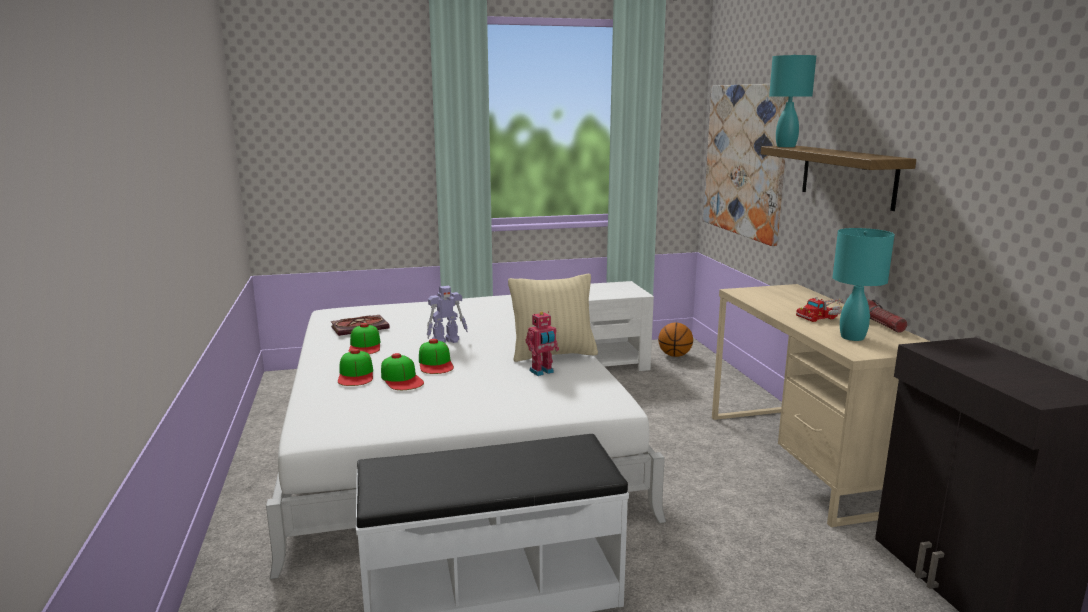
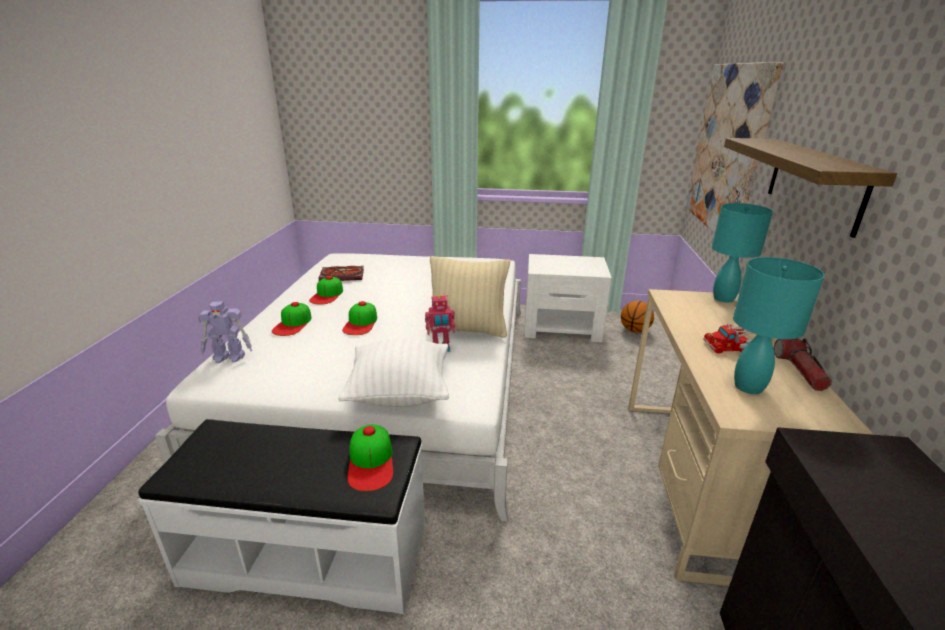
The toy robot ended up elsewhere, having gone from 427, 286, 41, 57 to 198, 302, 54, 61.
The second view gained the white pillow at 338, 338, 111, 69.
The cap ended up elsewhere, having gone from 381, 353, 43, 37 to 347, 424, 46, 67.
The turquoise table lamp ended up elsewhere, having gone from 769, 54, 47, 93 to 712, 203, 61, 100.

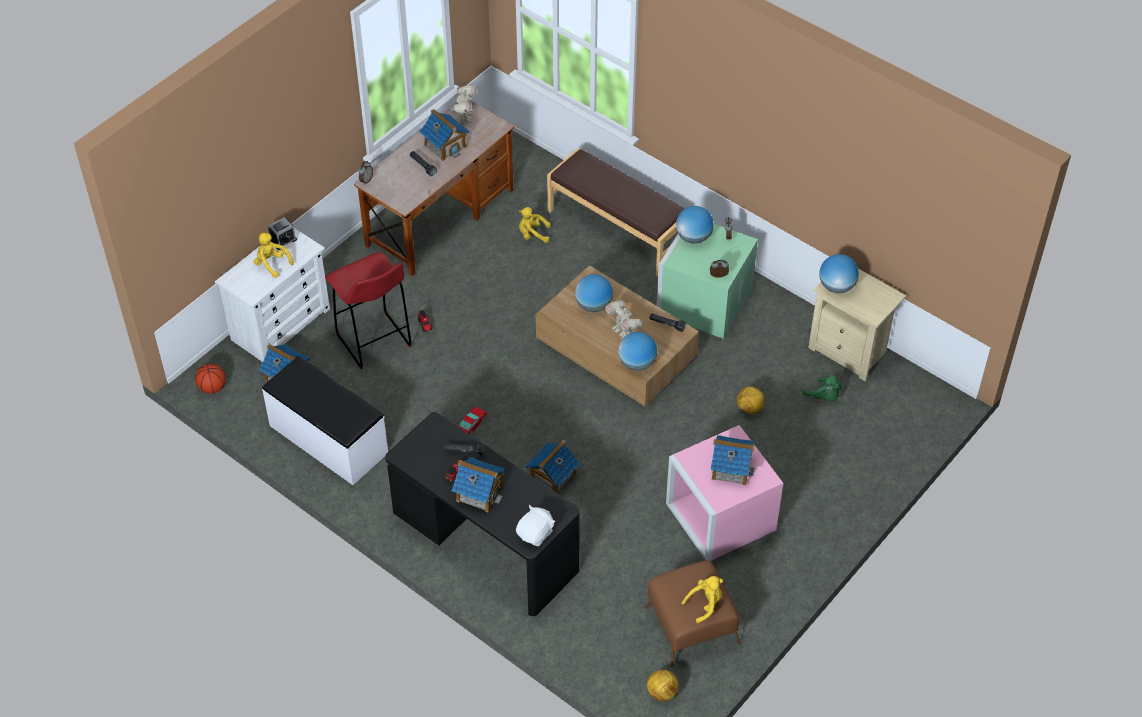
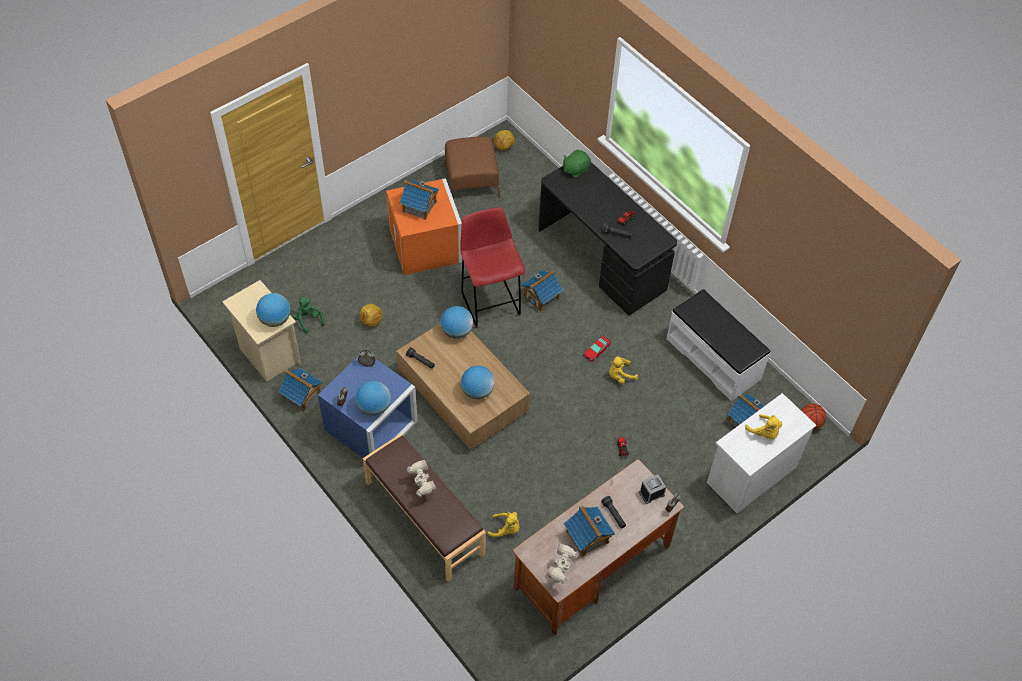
The toy house ended up elsewhere, having gone from 452, 457, 53, 55 to 278, 368, 45, 44.
What was the green storage box at 656, 224, 102, 115 turned into the blue storage box at 318, 356, 100, 102.
What was the pink storage box at 666, 425, 117, 136 turned into the orange storage box at 386, 178, 76, 97.
The toy robot ended up elsewhere, having gone from 605, 300, 37, 39 to 407, 460, 29, 36.
The red stool ended up elsewhere, having gone from 325, 252, 87, 117 to 460, 207, 65, 121.
What was the white plush toy at 516, 505, 39, 41 turned into the green plush toy at 563, 150, 28, 28.
The yellow plush toy ended up elsewhere, having gone from 682, 576, 41, 47 to 609, 356, 29, 28.
The alarm clock ended up elsewhere, having gone from 269, 217, 28, 33 to 639, 474, 27, 30.

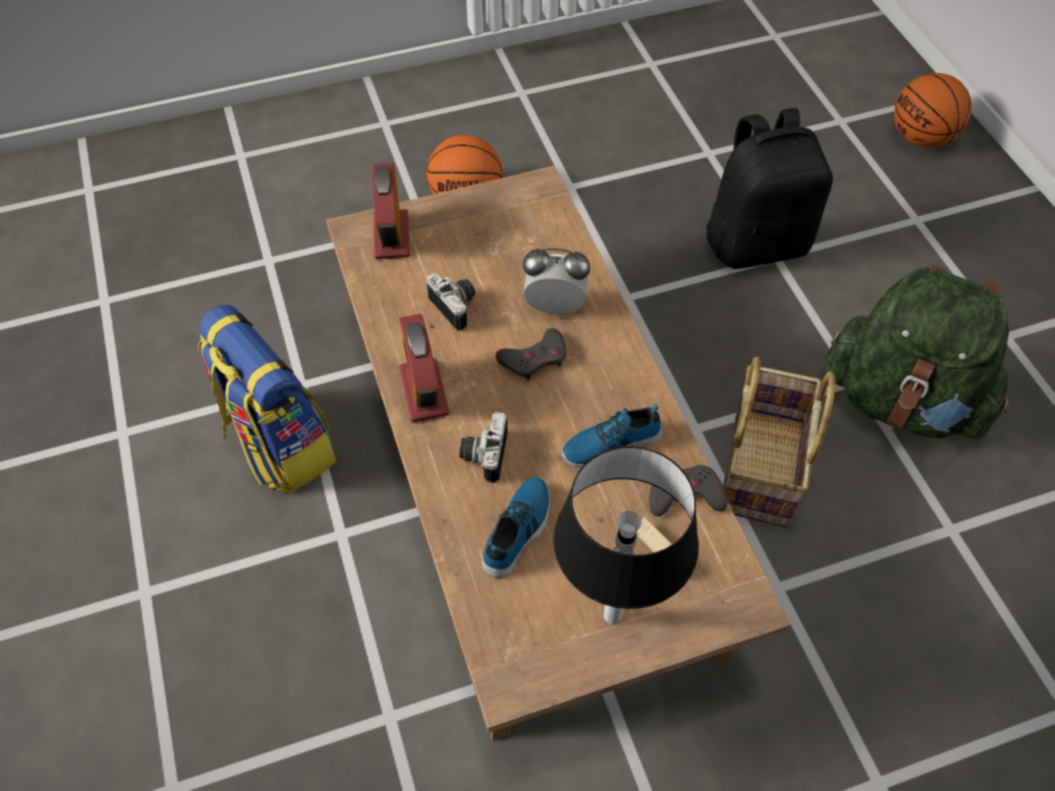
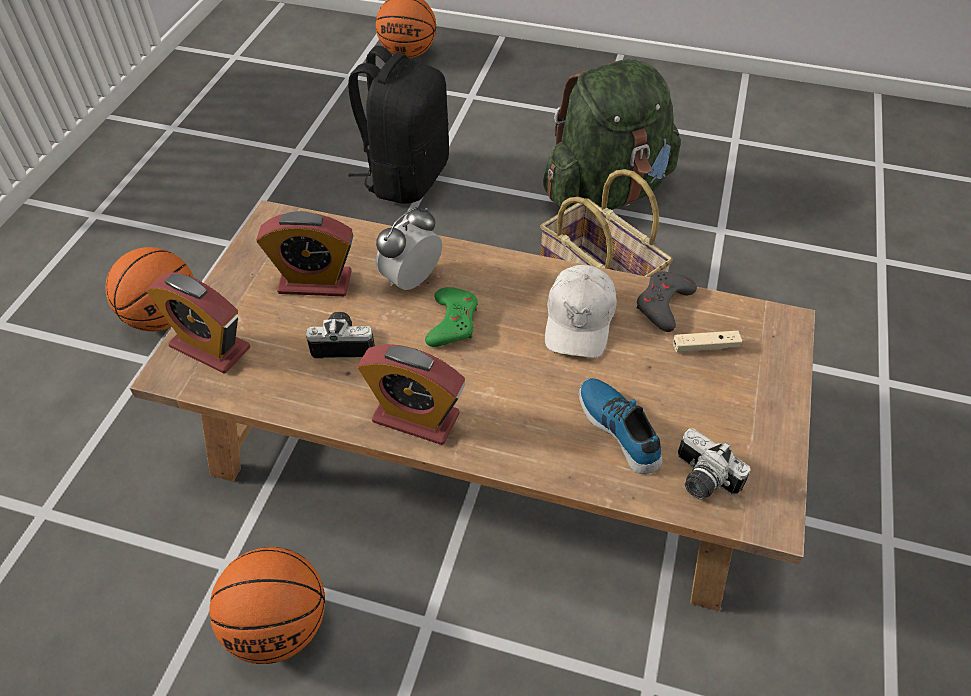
Where the backpack stood at 198, 305, 139, 190, the basketball came to stand at 209, 547, 116, 117.
The second view gained the alarm clock at 256, 211, 97, 86.
What was the grey game controller at 496, 328, 70, 52 turned into the green game controller at 425, 287, 53, 60.
Where the shoe stood at 561, 404, 101, 64, the white cap came to stand at 545, 265, 72, 93.
The photo camera ended up elsewhere, having gone from 459, 412, 49, 71 to 678, 428, 72, 71.
The second view lost the table lamp at 553, 446, 146, 179.

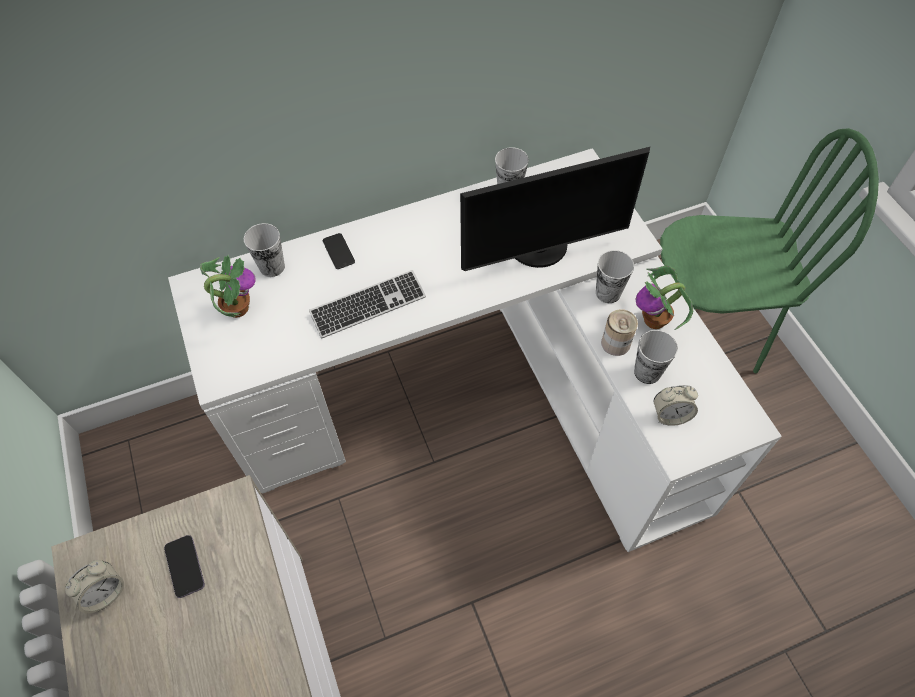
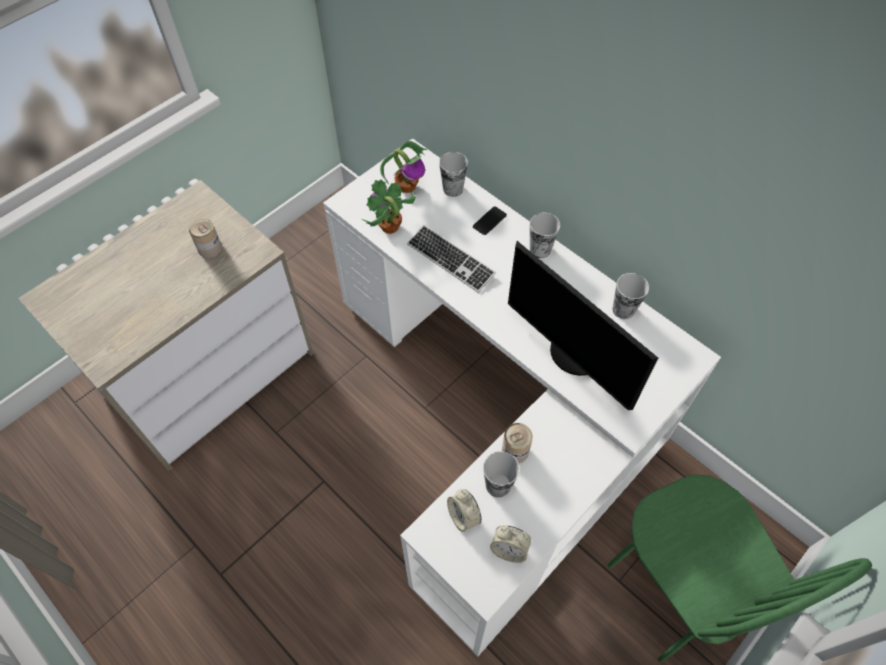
Where the phone stood at 164, 535, 41, 63, the can came to stand at 189, 219, 33, 39.
The potted plant ended up elsewhere, having gone from 636, 266, 57, 64 to 362, 179, 54, 55.
The alarm clock ended up elsewhere, having gone from 65, 560, 59, 53 to 490, 525, 41, 38.
The cup ended up elsewhere, having gone from 596, 250, 38, 53 to 530, 212, 30, 46.

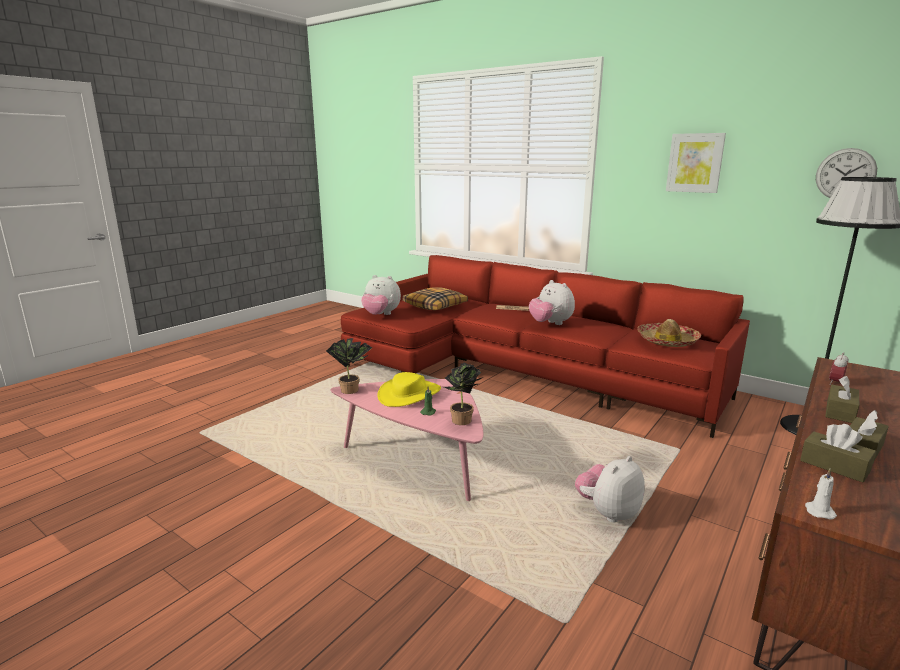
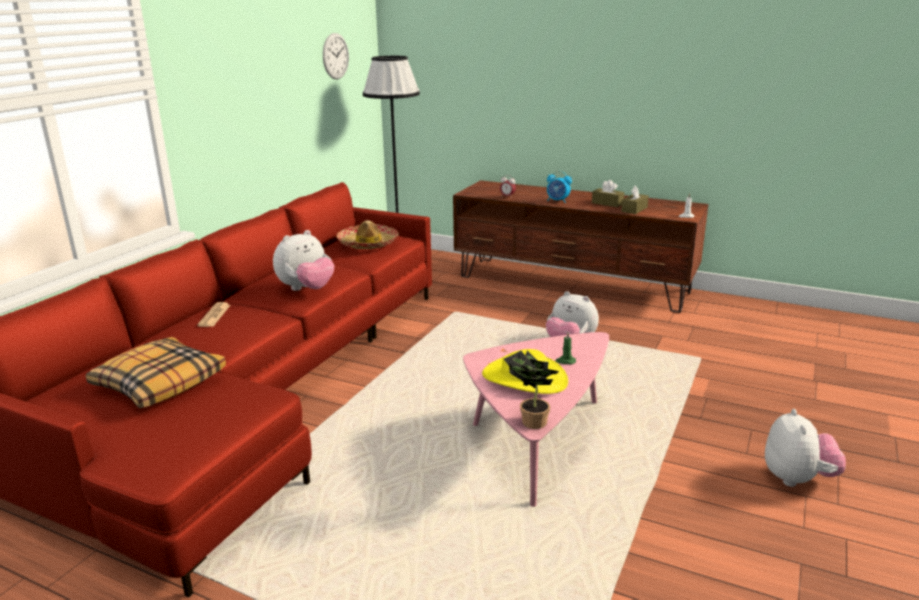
Where the brown tissue box stood at 825, 376, 34, 47, the alarm clock came to stand at 547, 171, 25, 32.
The plush toy ended up elsewhere, having gone from 361, 275, 40, 40 to 765, 409, 81, 78.
The second view lost the potted plant at 444, 362, 39, 63.
The second view lost the picture at 666, 133, 60, 60.

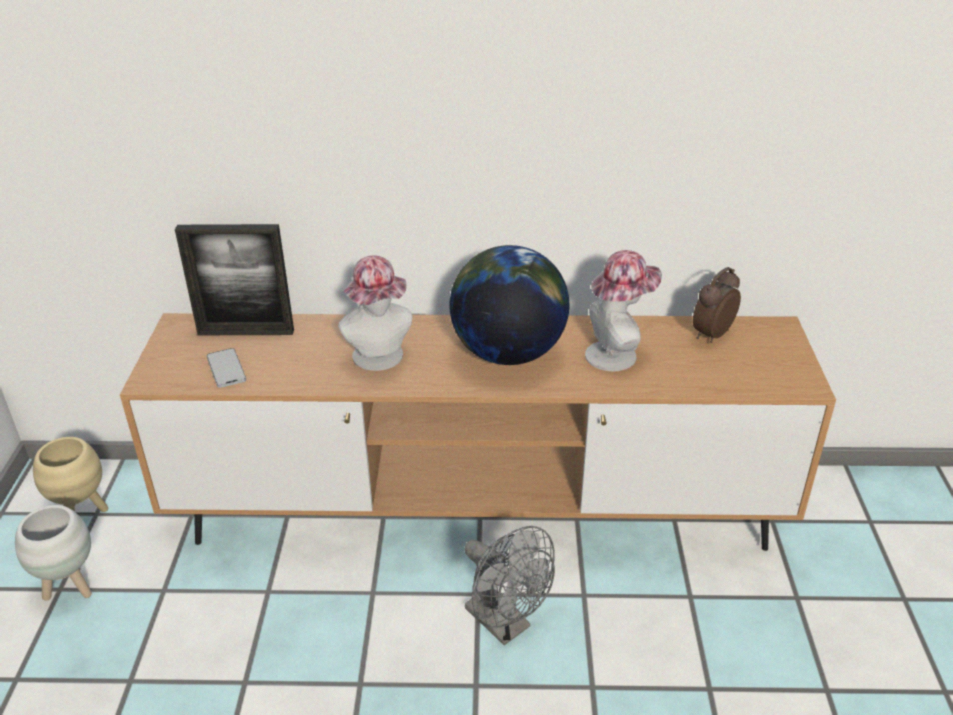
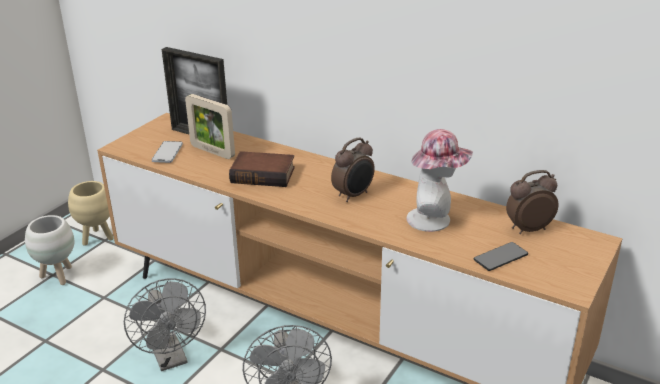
The second view gained the grey fan at 124, 279, 82, 92.
The second view gained the picture frame at 185, 94, 50, 65.
Where the hat stood at 338, 255, 75, 116, the book came to stand at 229, 151, 66, 36.
Where the globe stood at 450, 245, 119, 120, the alarm clock came to stand at 331, 138, 44, 64.
The second view gained the phone at 474, 242, 54, 29.

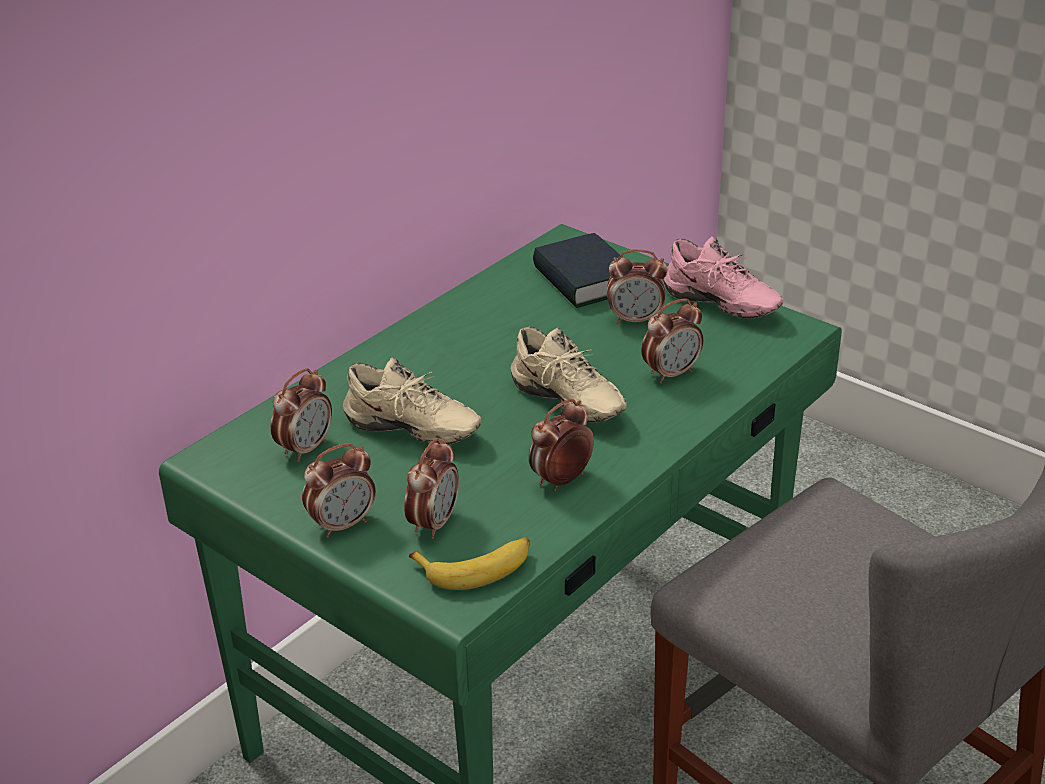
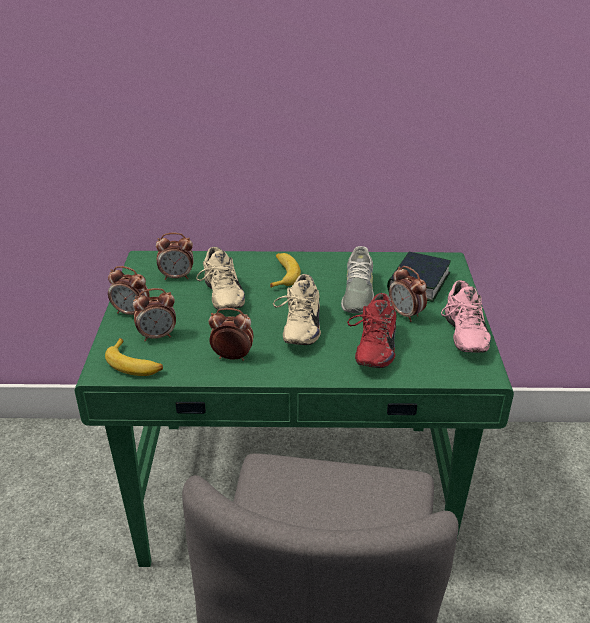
The second view gained the banana at 270, 253, 31, 35.
The second view gained the grey shoe at 341, 246, 33, 67.
Where the alarm clock stood at 641, 299, 62, 84, the red shoe came to stand at 347, 293, 50, 75.

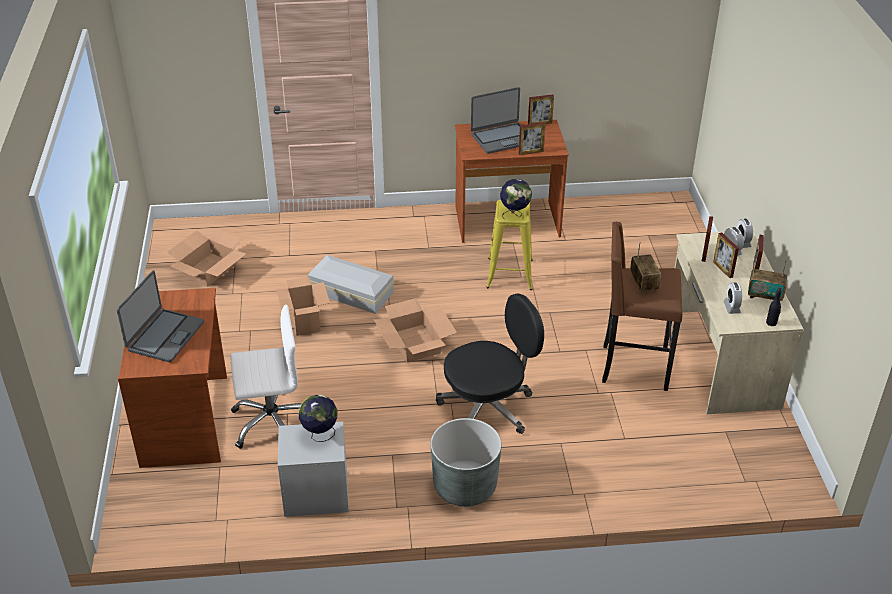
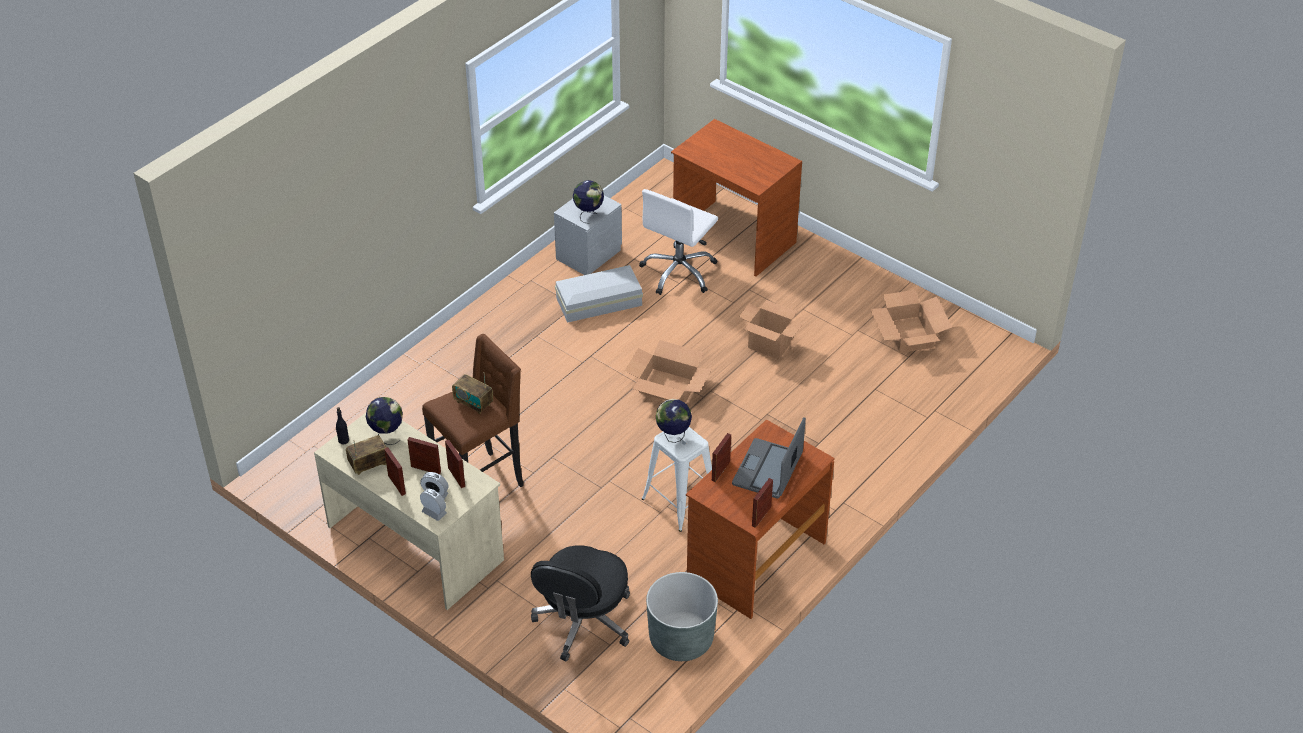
Where the alarm clock stood at 724, 282, 18, 32, the globe came to stand at 366, 397, 37, 48.
The black office chair ended up elsewhere, having gone from 436, 294, 108, 140 to 531, 545, 99, 116.
The white storage box ended up elsewhere, having gone from 308, 255, 86, 59 to 555, 265, 88, 58.
What was the yellow stool at 487, 200, 46, 90 turned into the white stool at 642, 427, 70, 105.
The grey planter ended up elsewhere, having gone from 431, 418, 71, 89 to 646, 572, 72, 89.
The second view lost the laptop at 117, 270, 87, 92.

